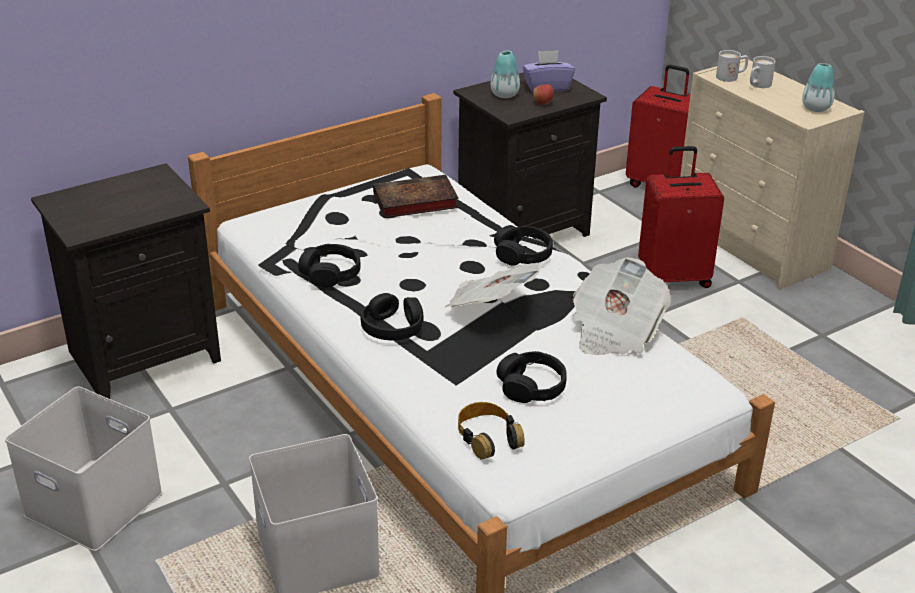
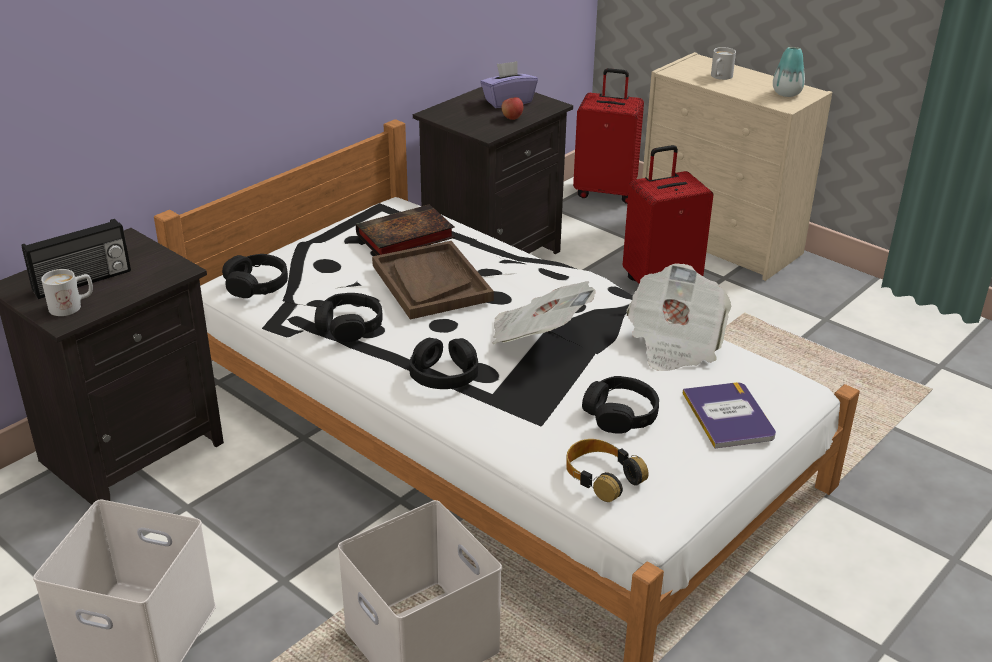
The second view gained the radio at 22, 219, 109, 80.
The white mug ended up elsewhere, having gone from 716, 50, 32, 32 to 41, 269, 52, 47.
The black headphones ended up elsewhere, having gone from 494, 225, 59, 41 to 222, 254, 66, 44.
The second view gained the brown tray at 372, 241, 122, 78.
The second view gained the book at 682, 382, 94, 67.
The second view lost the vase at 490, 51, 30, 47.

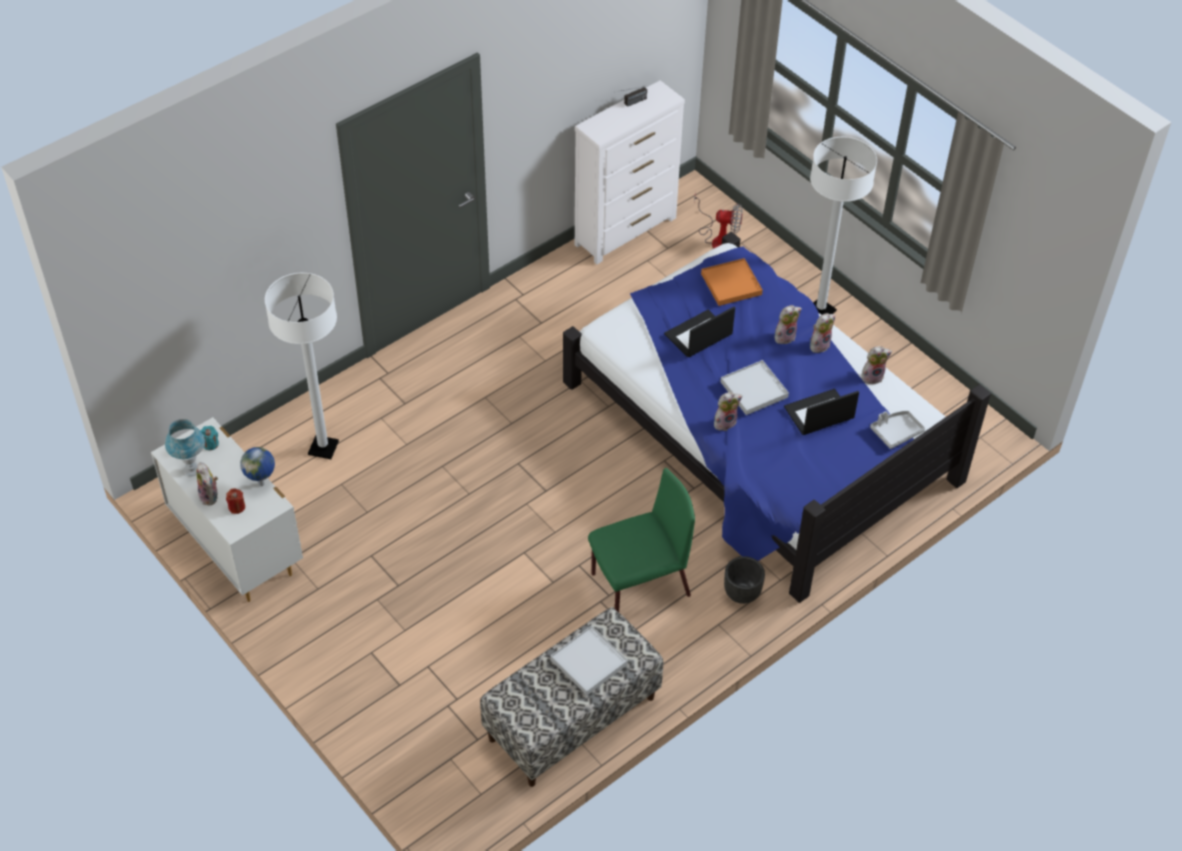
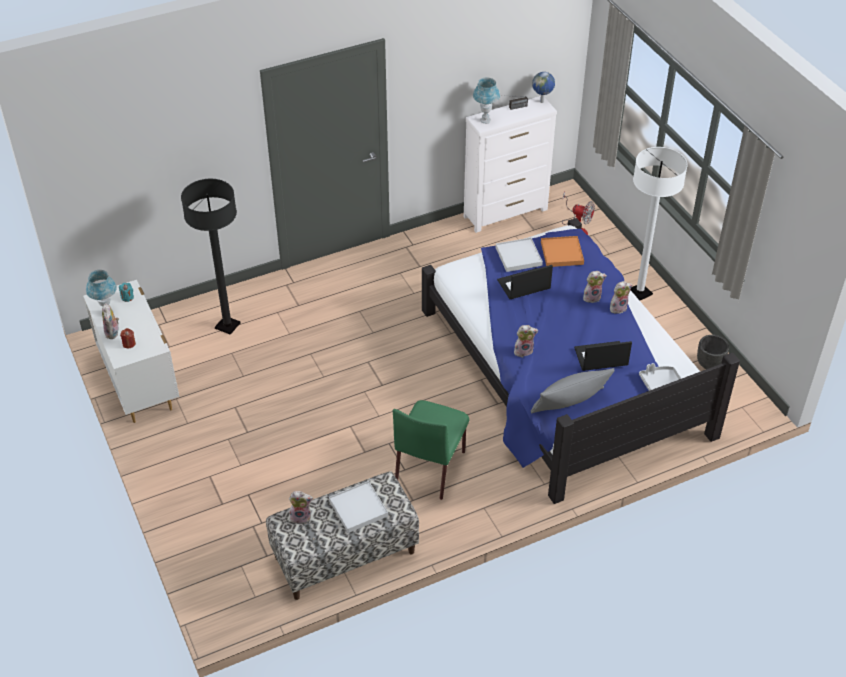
What was the white floor lamp at 265, 273, 74, 186 turned into the black floor lamp at 181, 179, 60, 156.
The plush toy ended up elsewhere, having gone from 861, 346, 31, 38 to 289, 491, 24, 34.
The green chair at 588, 468, 107, 144 ended up facing another way, 120 degrees clockwise from before.
The second view gained the blue table lamp at 473, 78, 27, 46.
The white tray ended up elsewhere, having gone from 721, 360, 68, 55 to 496, 238, 47, 34.
The second view gained the grey pillow at 531, 368, 84, 45.
The globe ended up elsewhere, having gone from 240, 447, 35, 39 to 532, 72, 23, 31.
The black planter ended up elsewhere, having gone from 724, 556, 41, 48 to 697, 335, 32, 34.

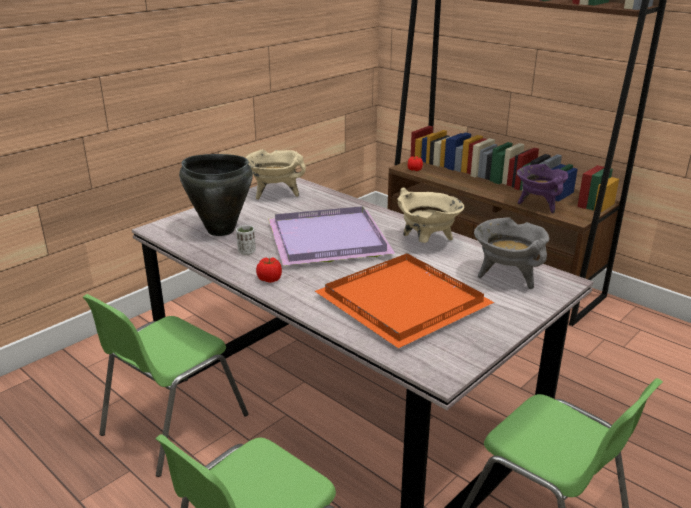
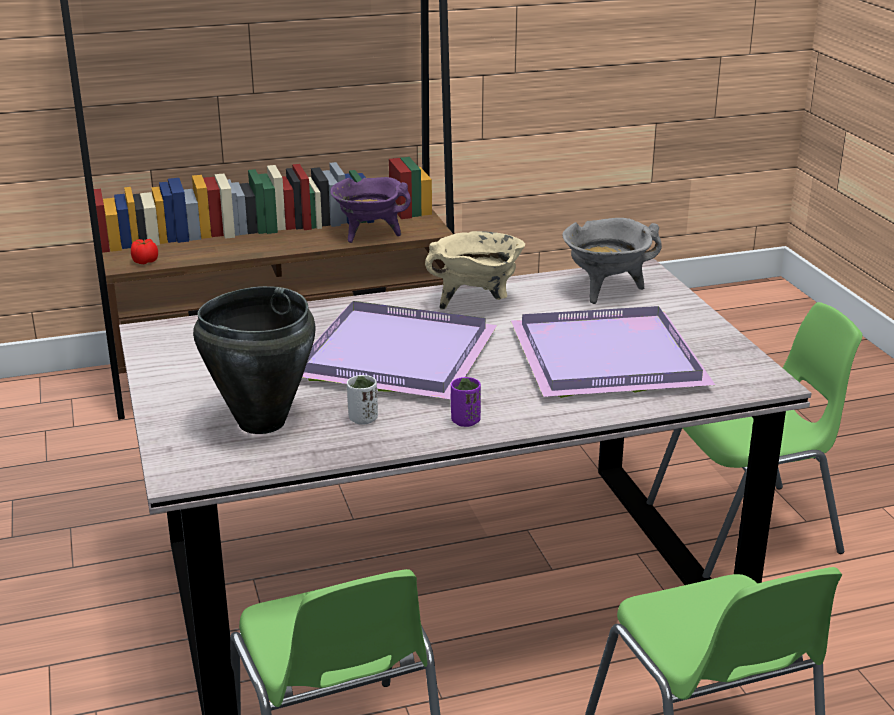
Where the tomato stood at 256, 257, 26, 26, the purple cup came to stand at 451, 377, 30, 50.
What was the orange tray at 315, 253, 180, 95 turned into the purple tray at 511, 306, 204, 92.
The second view lost the beige cooking pot at 246, 149, 60, 51.

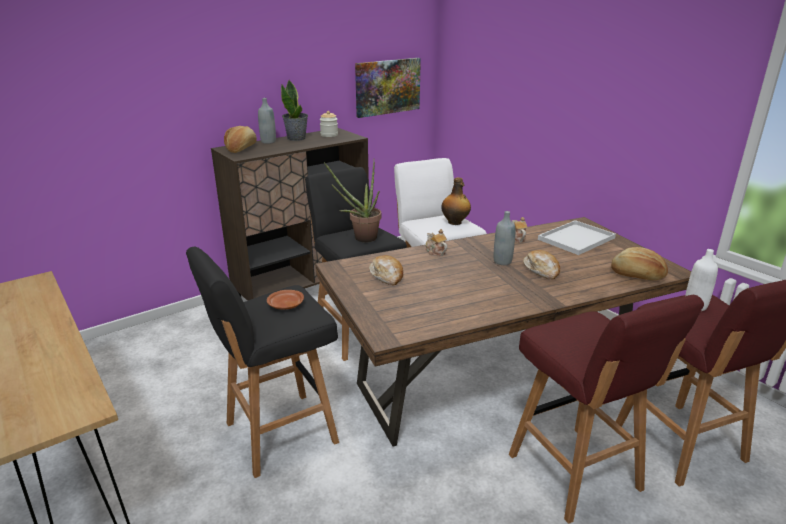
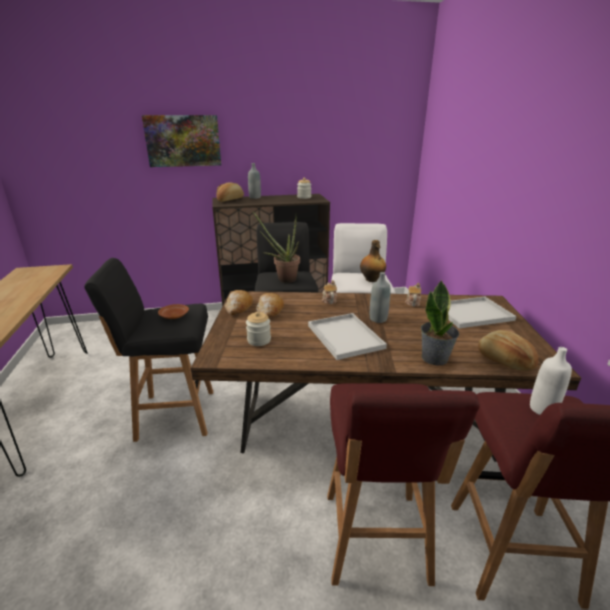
The picture ended up elsewhere, having gone from 355, 58, 66, 60 to 142, 115, 79, 52.
The bread ended up elsewhere, having gone from 523, 250, 37, 30 to 225, 290, 28, 25.
The second view gained the jar at 246, 311, 25, 35.
The second view gained the white tray at 308, 313, 79, 47.
The potted plant ended up elsewhere, having gone from 281, 80, 27, 61 to 421, 280, 38, 85.

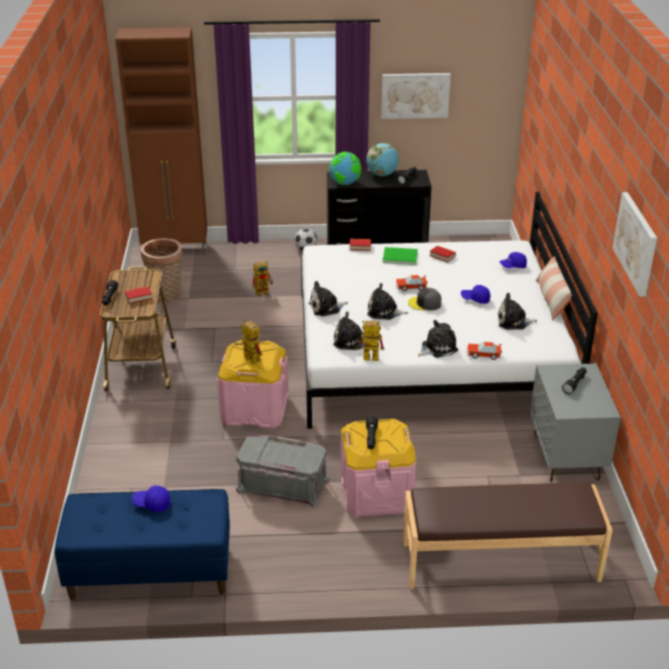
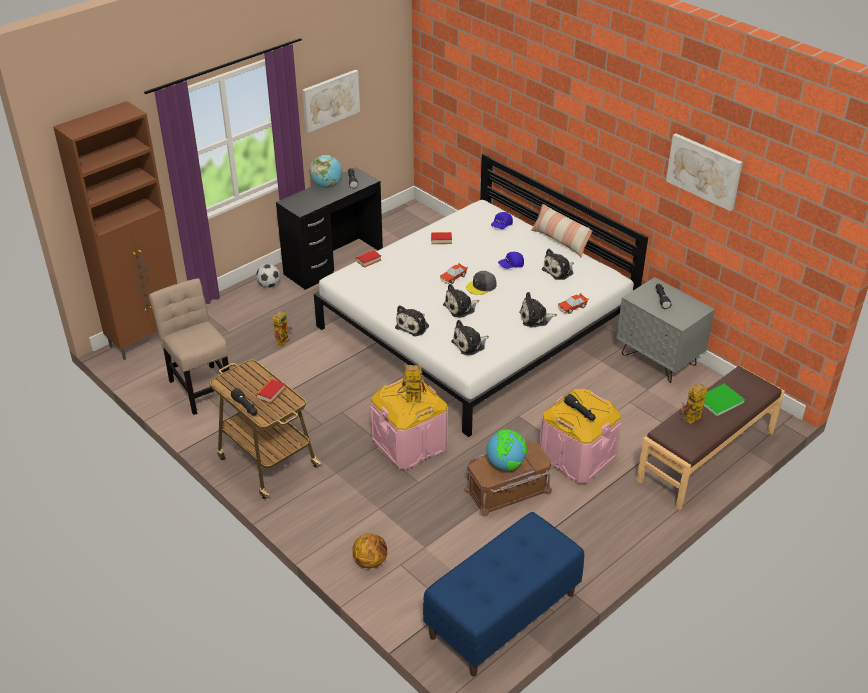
Where the basket stood at 141, 238, 41, 66, the beige chair came to stand at 149, 278, 81, 137.
The second view gained the basketball at 352, 533, 35, 35.
What was the grey storage box at 236, 434, 93, 74 turned into the brown storage box at 464, 441, 88, 76.
The globe ended up elsewhere, having gone from 329, 152, 33, 33 to 487, 429, 40, 42.
The plush toy at 418, 320, 40, 38 ended up facing another way, 120 degrees counterclockwise from before.
The toy robot ended up elsewhere, having gone from 355, 321, 29, 40 to 680, 383, 27, 41.
The green book ended up elsewhere, having gone from 383, 247, 35, 18 to 704, 384, 41, 32.
The second view lost the blue cap at 132, 486, 39, 26.

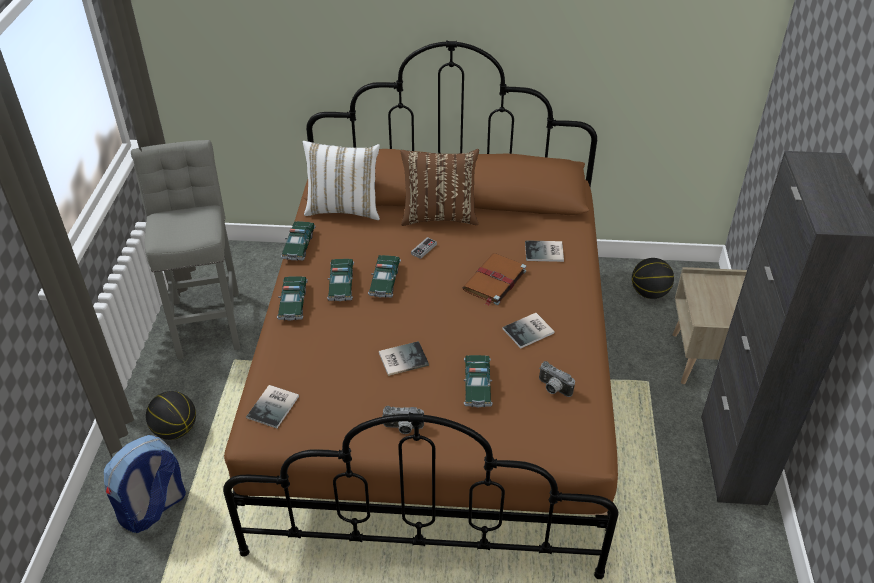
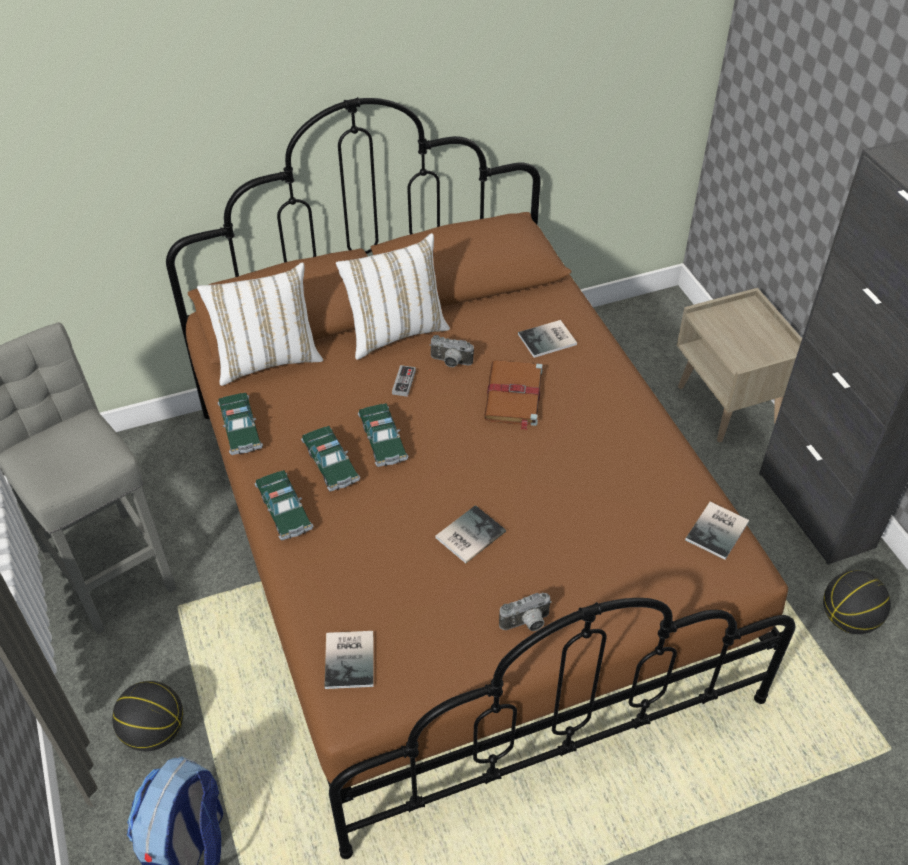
What was the brown pillow at 400, 149, 79, 77 turned into the white pillow at 336, 233, 114, 127.
The photo camera ended up elsewhere, having gone from 539, 361, 36, 36 to 430, 335, 44, 32.
The book ended up elsewhere, having gone from 502, 313, 53, 36 to 685, 502, 64, 58.
The basketball ended up elsewhere, having gone from 632, 258, 42, 41 to 823, 570, 68, 64.
The second view lost the toy car at 464, 355, 29, 52.

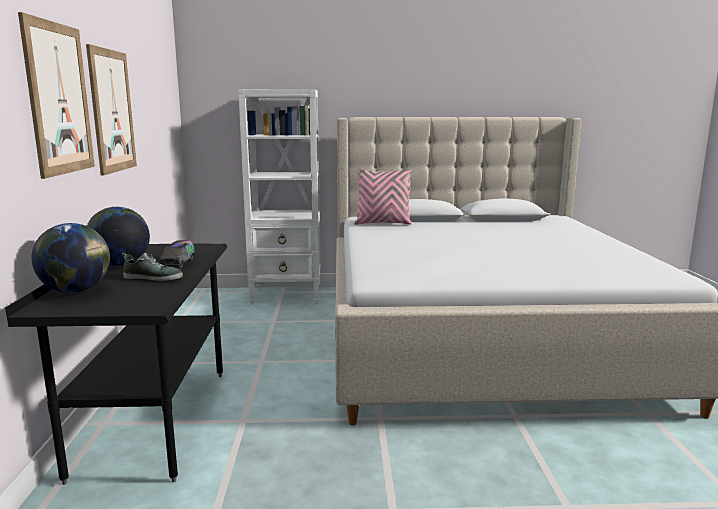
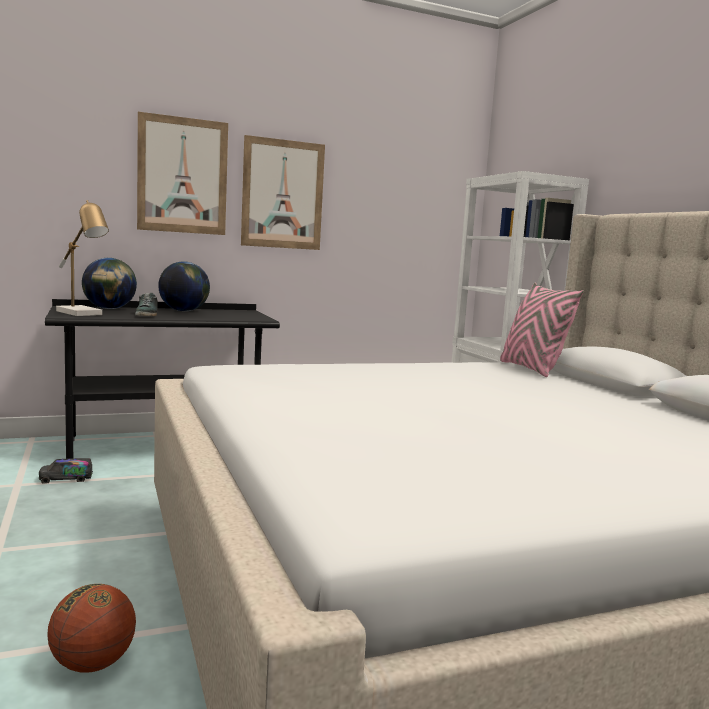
The toy truck ended up elsewhere, having gone from 159, 240, 36, 29 to 39, 458, 54, 26.
The second view gained the basketball at 48, 584, 88, 89.
The second view gained the table lamp at 56, 200, 53, 116.

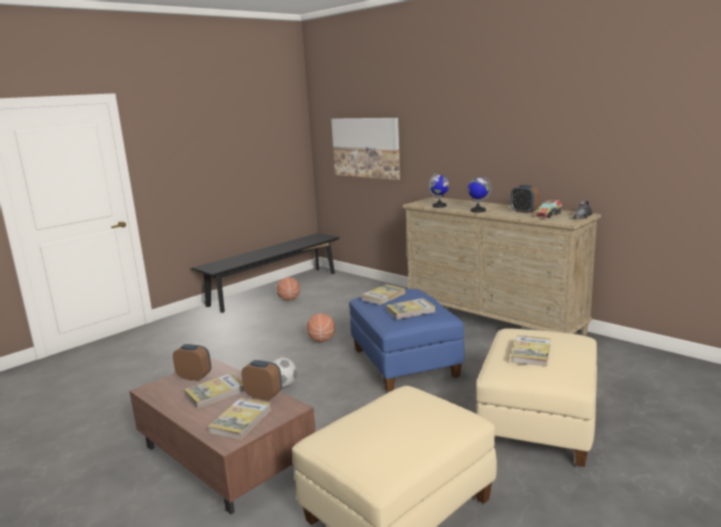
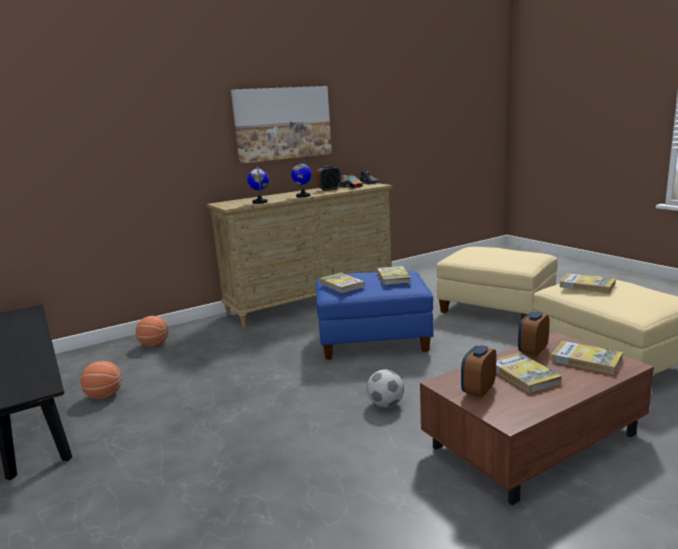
The basketball ended up elsewhere, having gone from 307, 313, 28, 29 to 136, 316, 32, 31.
The picture ended up elsewhere, having gone from 331, 118, 69, 62 to 231, 86, 101, 78.
The book ended up elsewhere, having gone from 511, 335, 40, 31 to 560, 273, 56, 20.

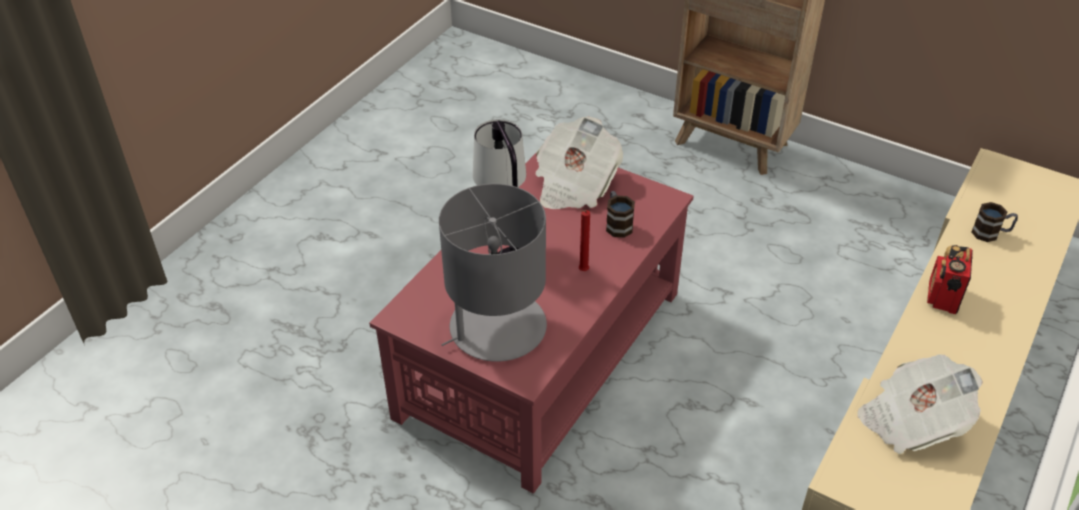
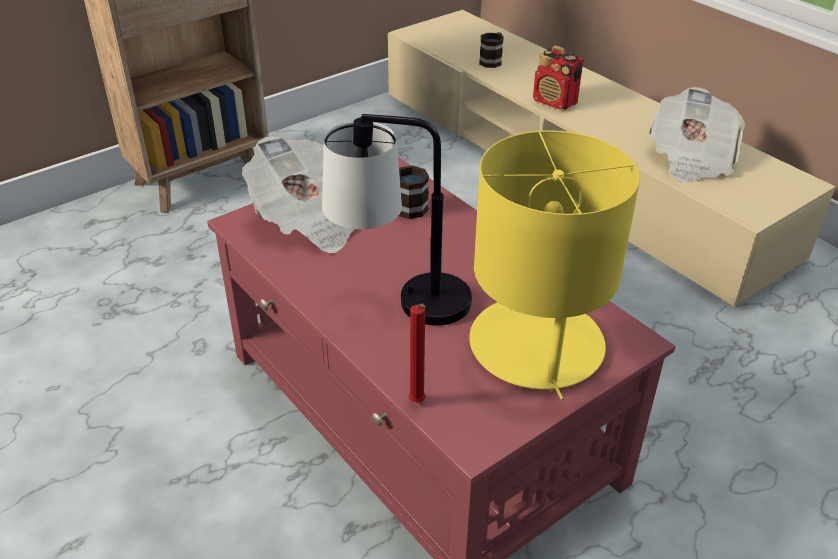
The red candle ended up elsewhere, having gone from 579, 210, 11, 61 to 409, 304, 17, 99.
What was the grey table lamp at 439, 184, 108, 178 turned into the yellow table lamp at 469, 130, 171, 270.

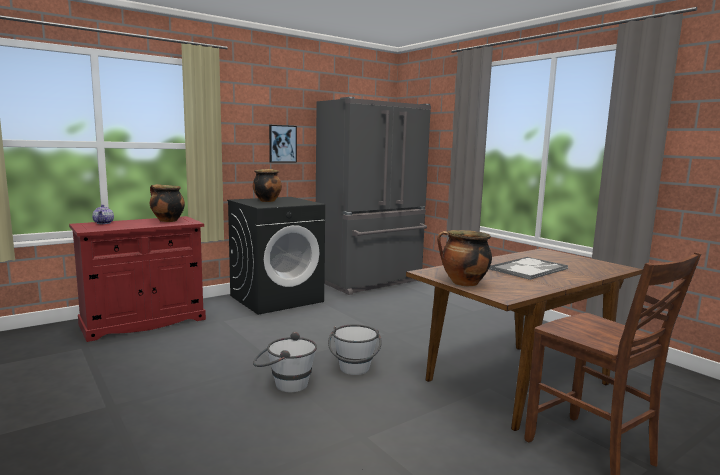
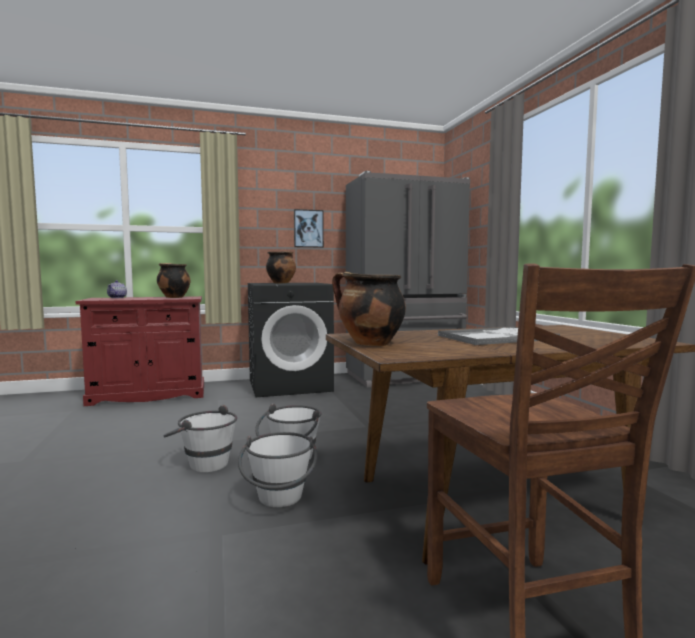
The second view gained the white bucket at 238, 432, 80, 75.

